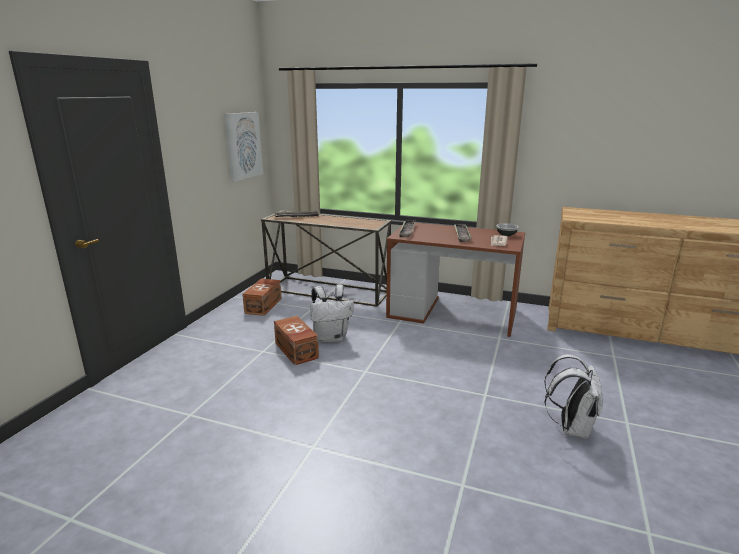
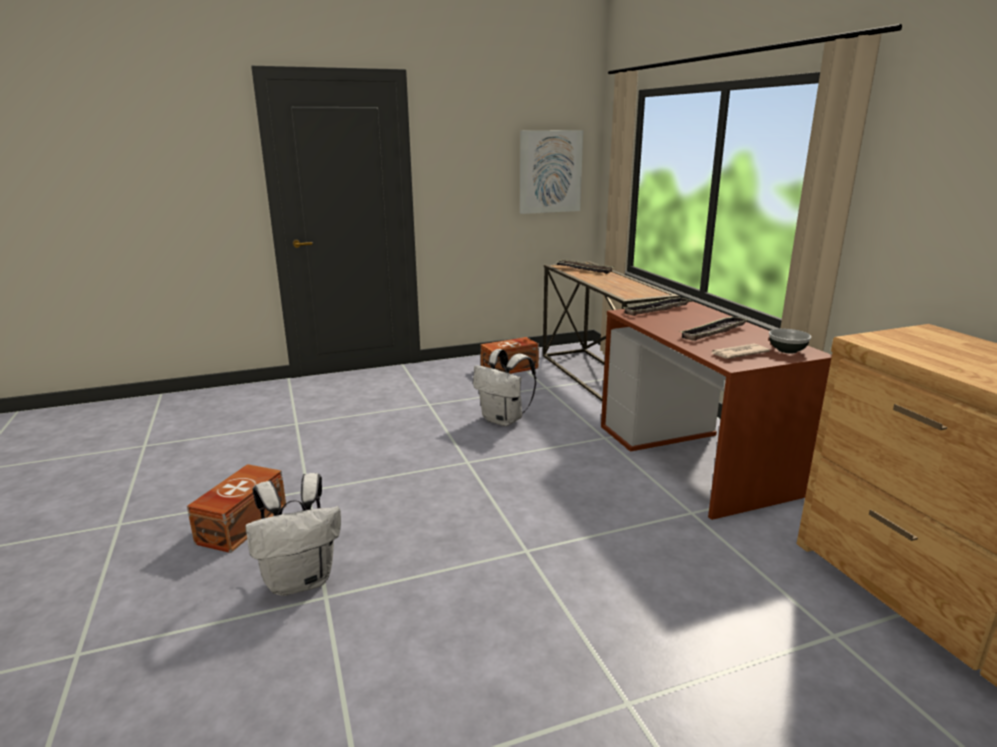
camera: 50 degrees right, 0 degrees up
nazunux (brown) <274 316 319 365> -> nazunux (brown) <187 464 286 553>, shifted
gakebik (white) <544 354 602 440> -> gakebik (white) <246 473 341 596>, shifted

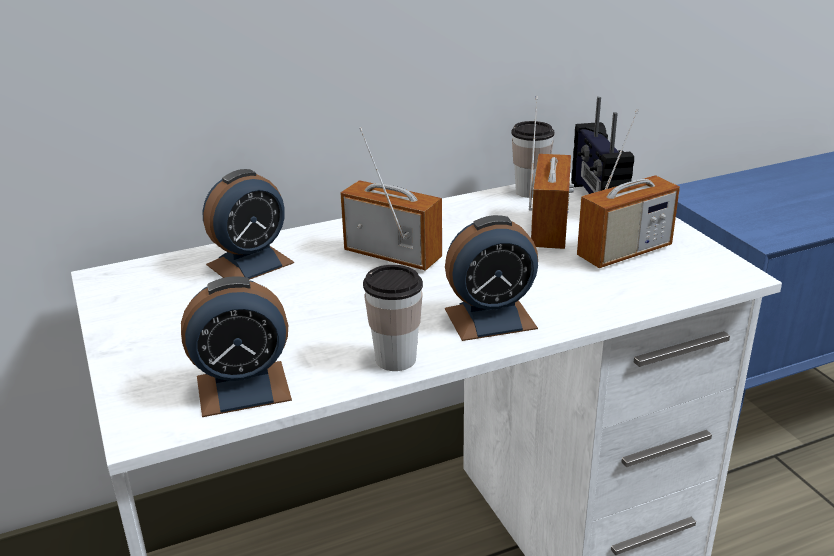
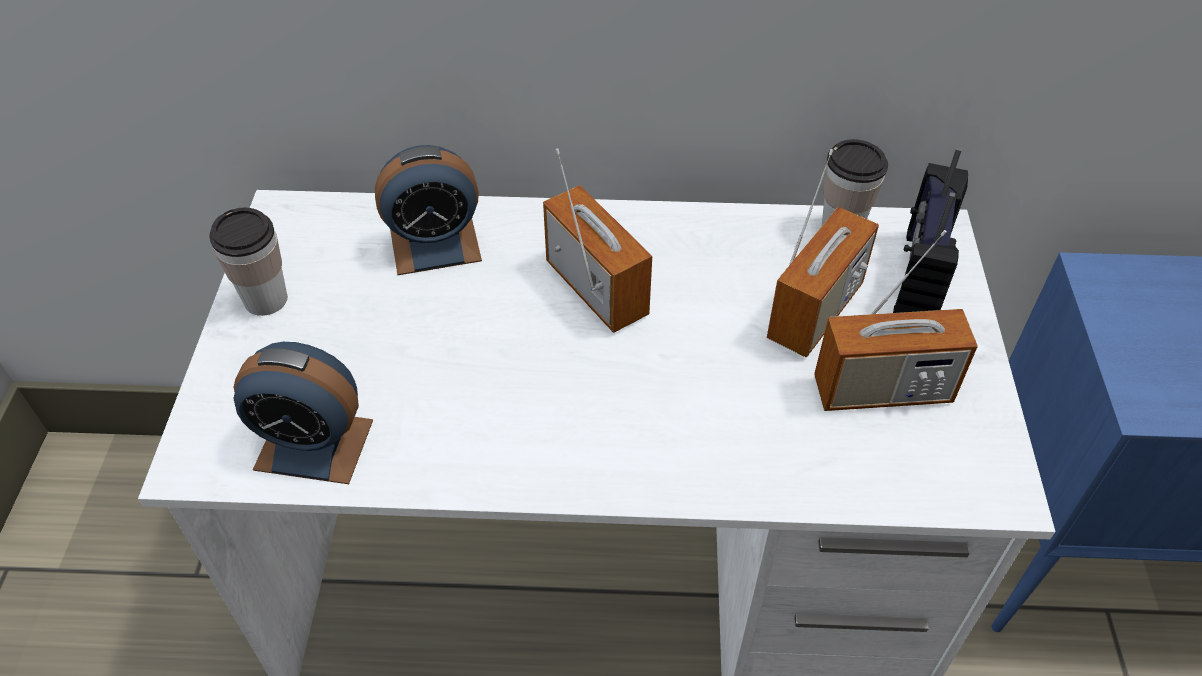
camera: 25 degrees right, 20 degrees up
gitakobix <445 215 538 341> -> none
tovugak <363 265 423 371> -> tovugak <209 208 287 316>, shifted

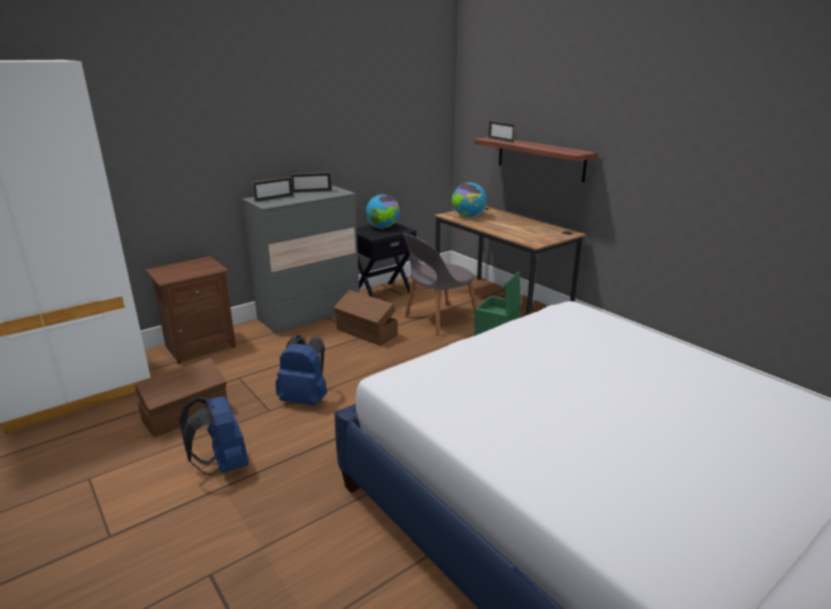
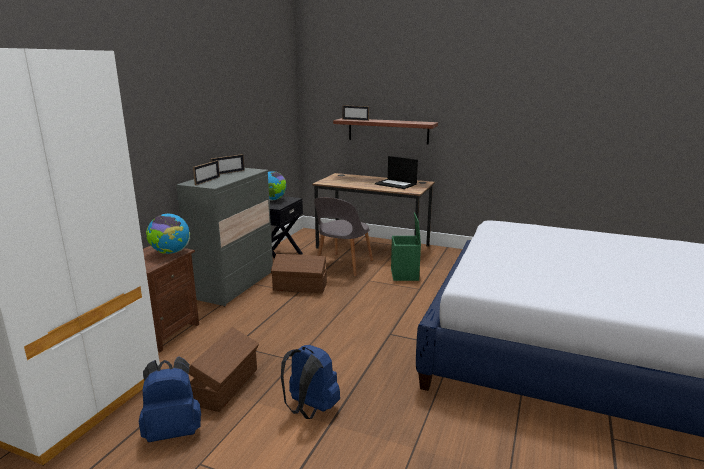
camera: 30 degrees left, 5 degrees down
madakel <452 182 487 217> -> madakel <146 214 190 254>, shifted
gakebik (blue) <276 335 327 406> -> gakebik (blue) <139 356 201 442>, shifted
none -> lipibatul <375 156 418 189>

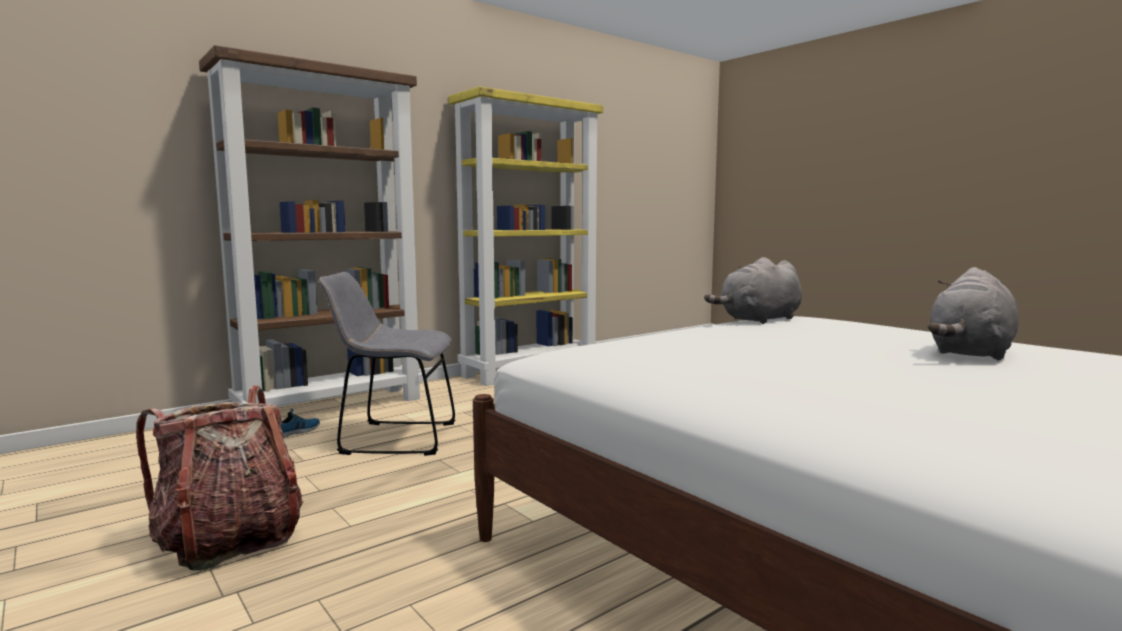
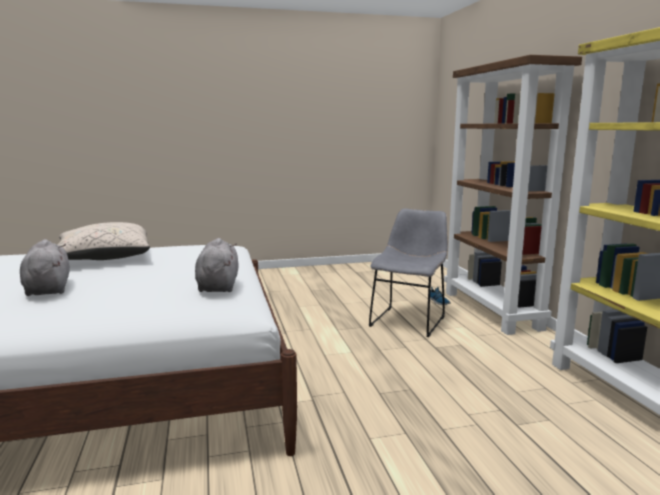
camera: 115 degrees right, 5 degrees up
gakebik <136 386 303 571> -> none
none -> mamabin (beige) <58 222 150 260>

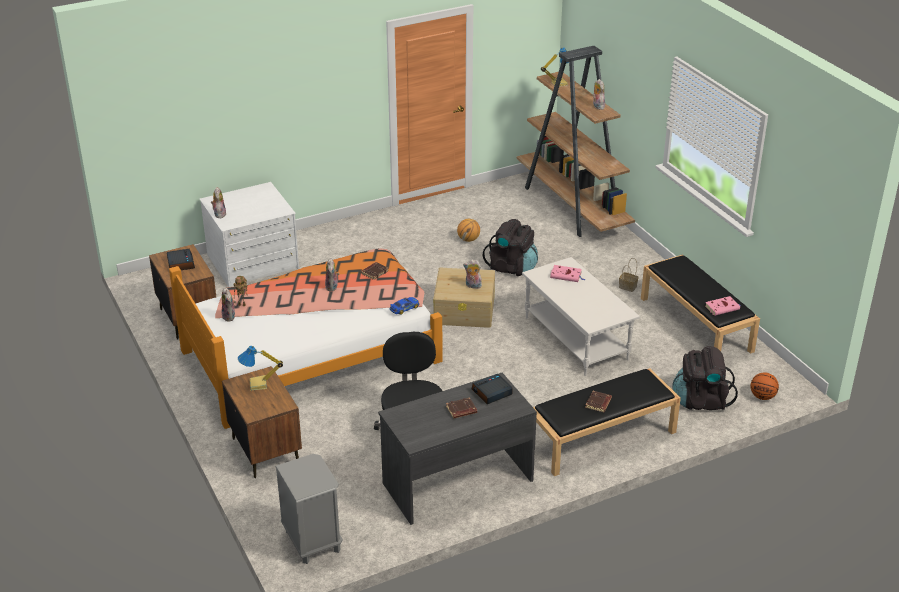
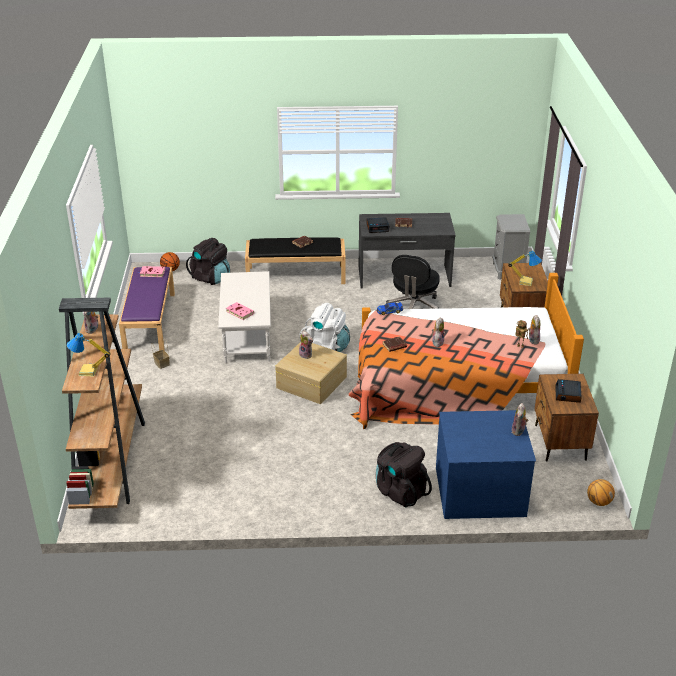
camera: 155 degrees left, 0 degrees up
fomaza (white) <199 182 299 287> -> fomaza (blue) <436 410 536 519>
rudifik <457 219 480 242> -> rudifik <587 479 615 506>, shifted
gakebik (black) <483 219 538 276> -> gakebik (black) <376 442 432 507>, shifted
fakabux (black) <641 254 760 354> -> fakabux (purple) <119 267 175 351>
none -> gakebik (white) <299 303 350 352>

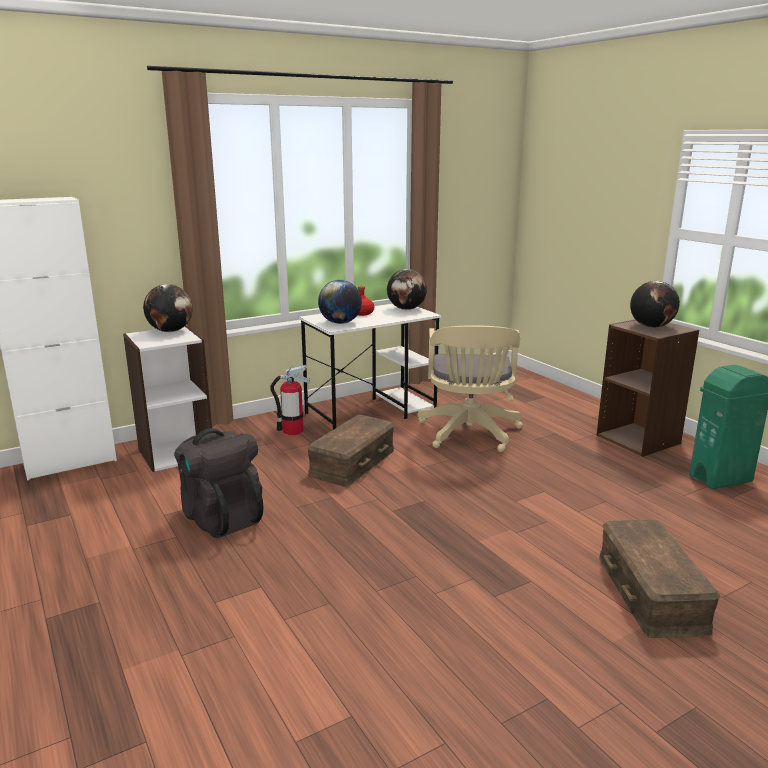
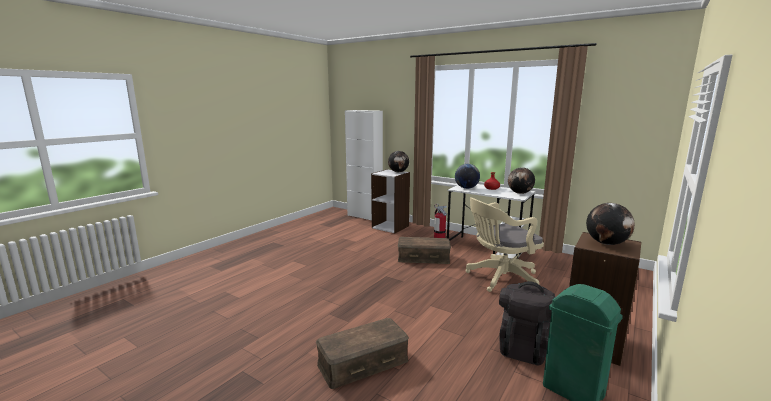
camera: 65 degrees right, 5 degrees down
gakebik (black) <174 428 263 538> -> gakebik (black) <499 281 556 365>, shifted

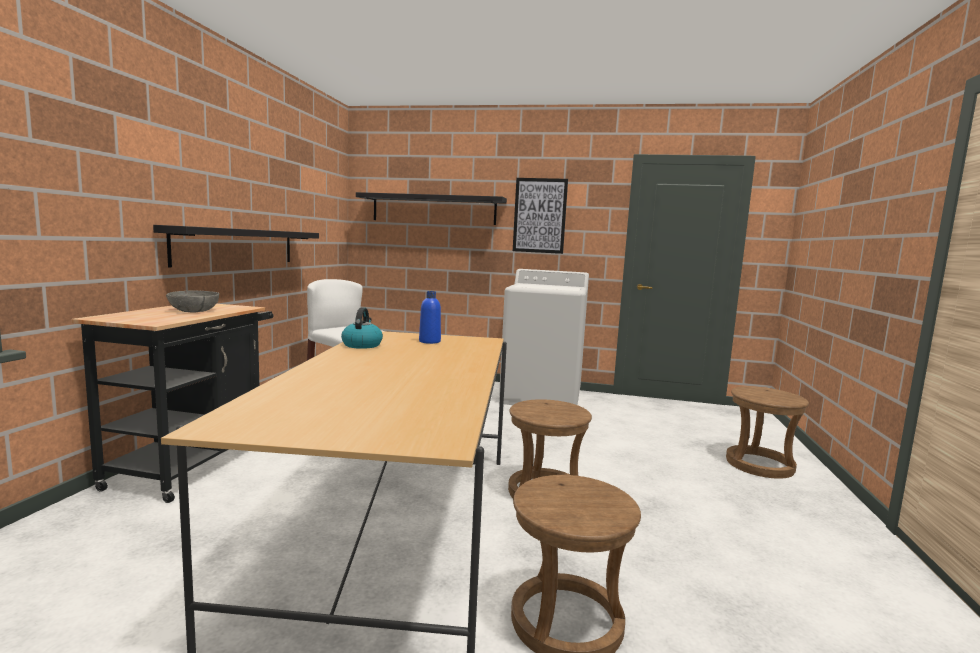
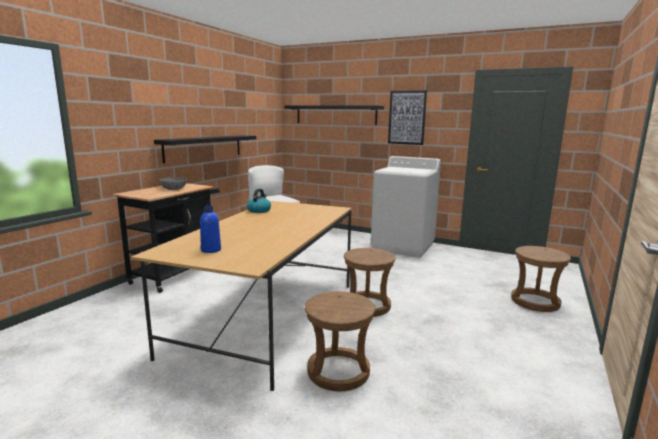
camera: 15 degrees right, 5 degrees up
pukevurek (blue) <419 291 441 344> -> pukevurek (blue) <200 205 221 253>, shifted

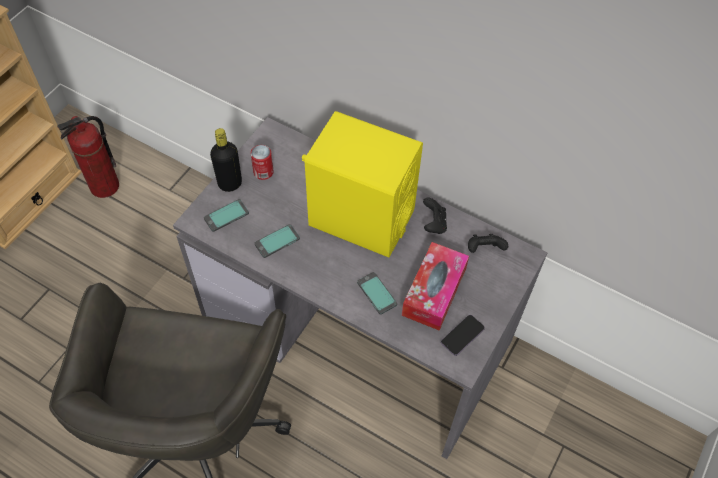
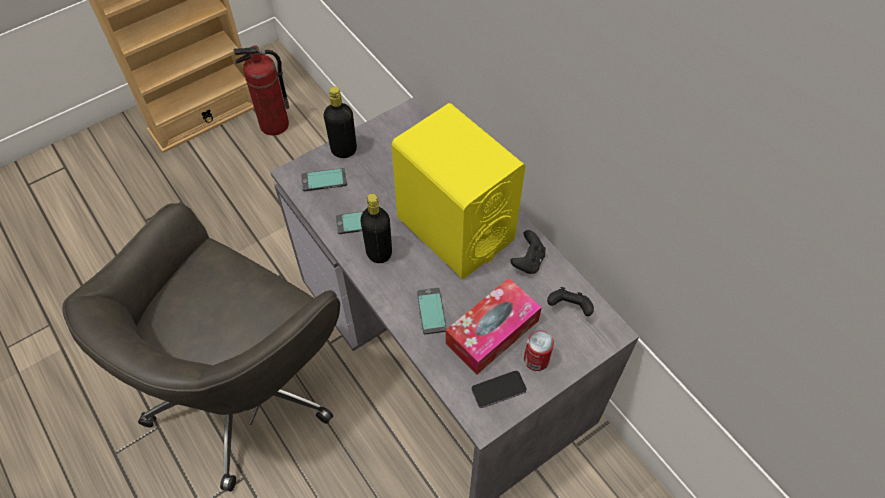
camera: 25 degrees right, 0 degrees up
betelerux <251 145 274 180> -> betelerux <524 331 554 371>, shifted
none -> pukevurek (black) <360 194 392 263>

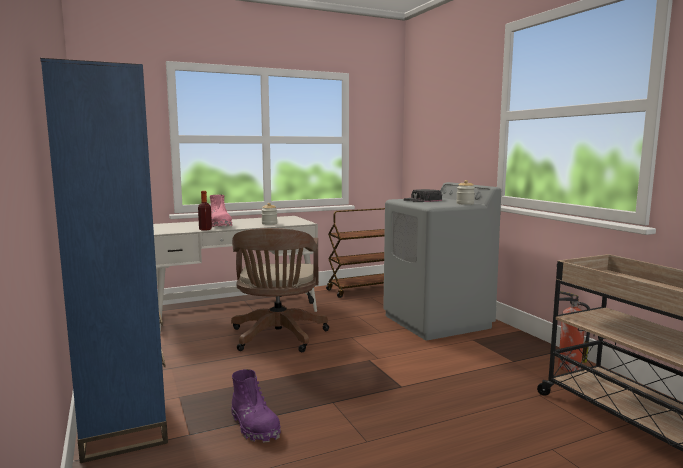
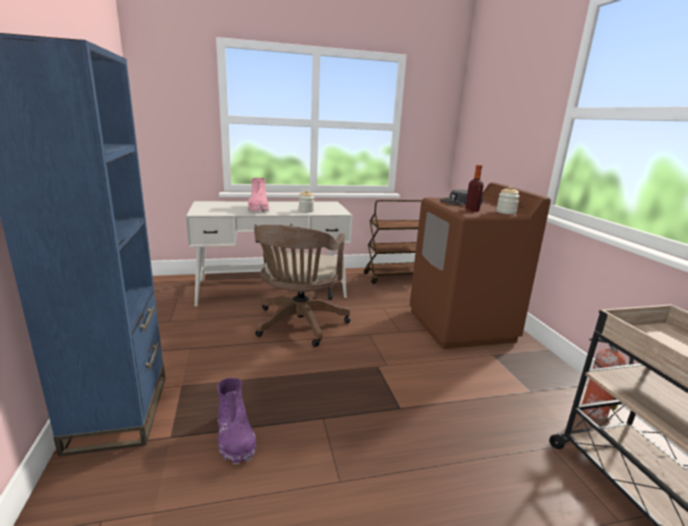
camera: 10 degrees right, 10 degrees up
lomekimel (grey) <383 182 501 340> -> lomekimel (brown) <410 183 551 349>
pukevurek <198 191 212 231> -> pukevurek <465 165 484 212>, shifted

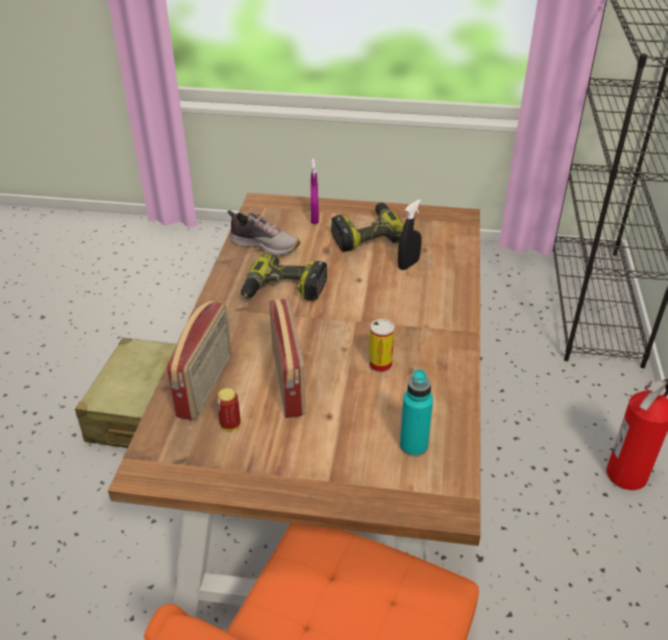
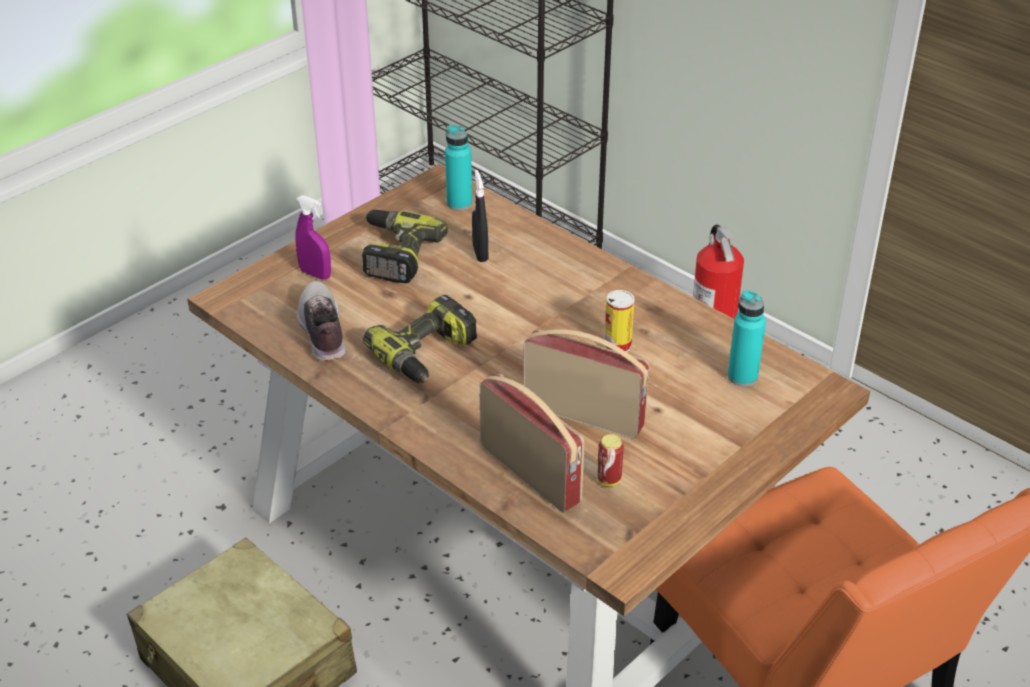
camera: 55 degrees left, 0 degrees up
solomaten <228 210 300 256> -> solomaten <297 281 346 361>, 75 degrees counterclockwise
none -> pukevurek (turquoise) <445 125 473 210>

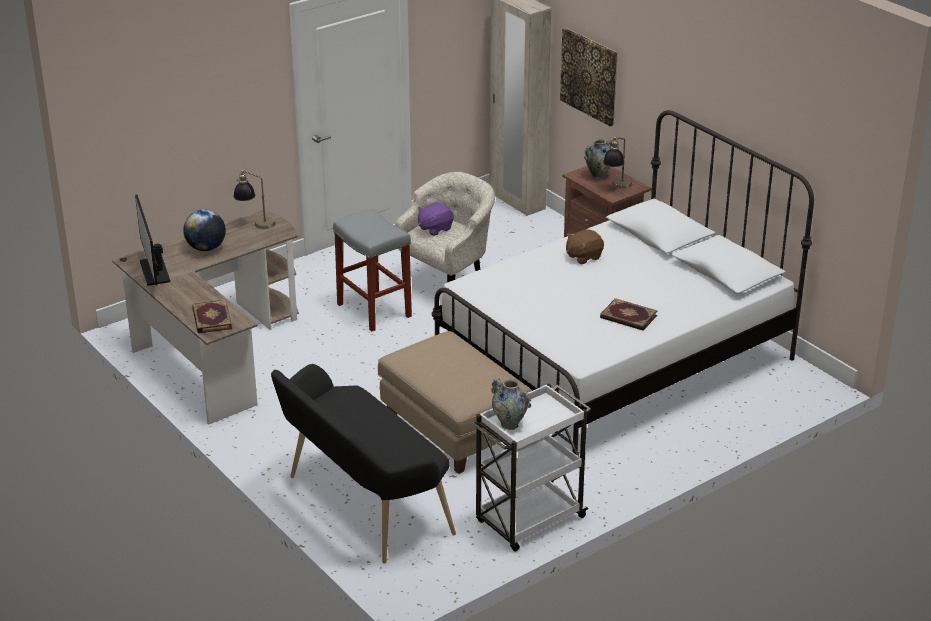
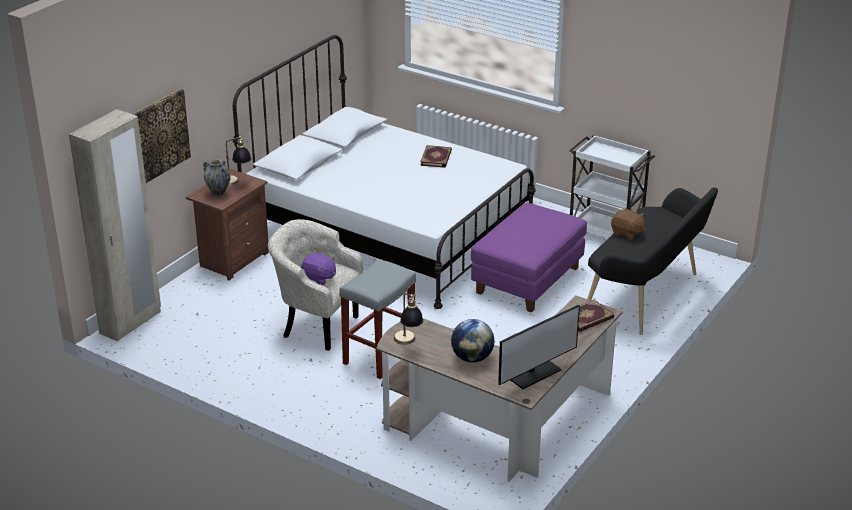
camera: 110 degrees left, 0 degrees up
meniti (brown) <566 229 604 264> -> meniti (brown) <611 209 645 240>, shifted
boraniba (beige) <378 331 532 474> -> boraniba (purple) <471 203 587 313>
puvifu <491 378 531 430> -> none

